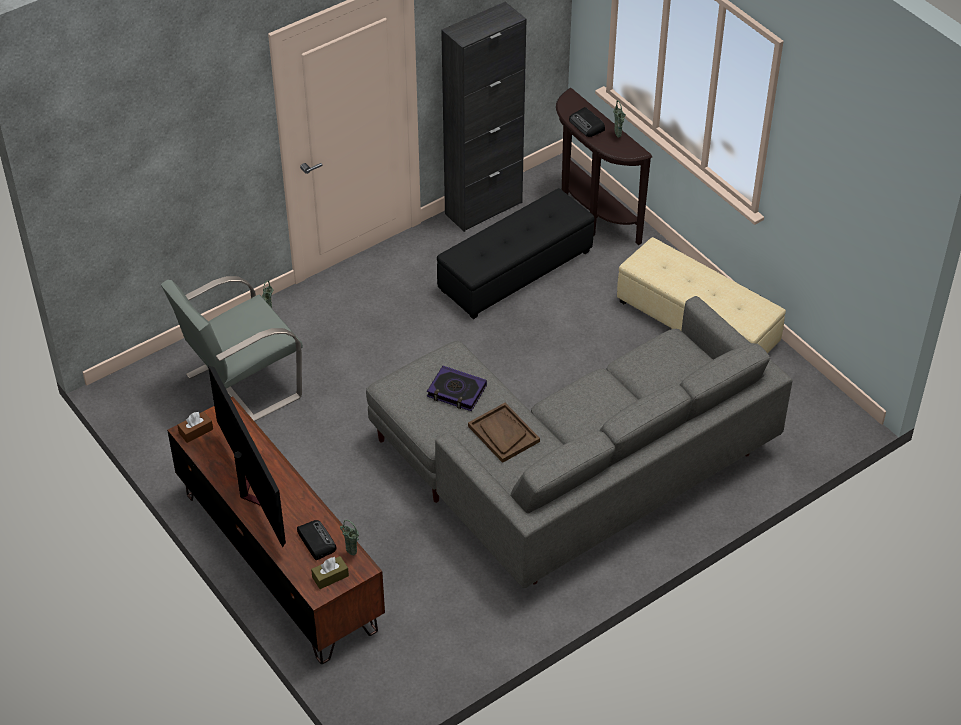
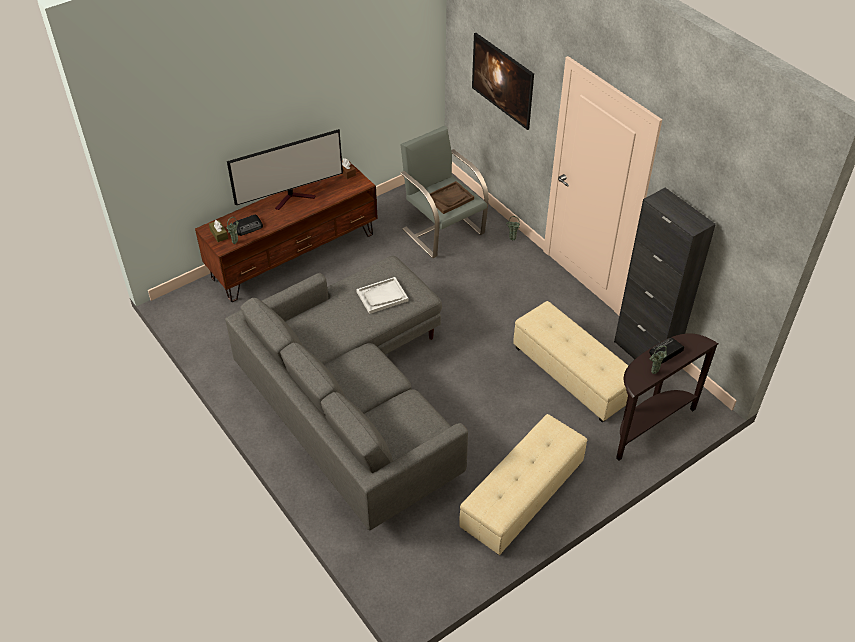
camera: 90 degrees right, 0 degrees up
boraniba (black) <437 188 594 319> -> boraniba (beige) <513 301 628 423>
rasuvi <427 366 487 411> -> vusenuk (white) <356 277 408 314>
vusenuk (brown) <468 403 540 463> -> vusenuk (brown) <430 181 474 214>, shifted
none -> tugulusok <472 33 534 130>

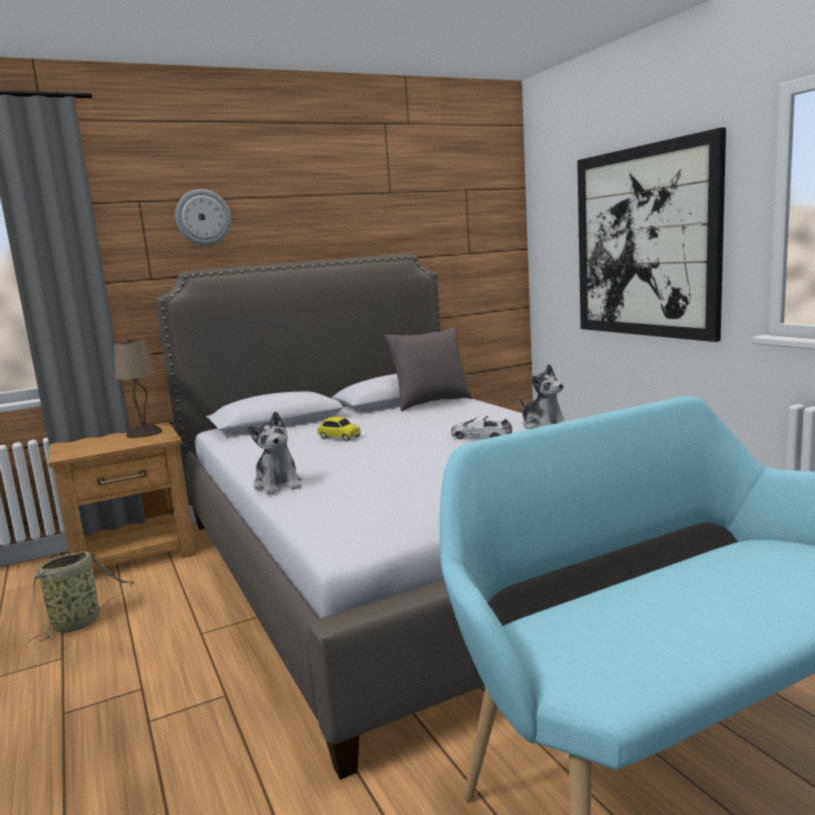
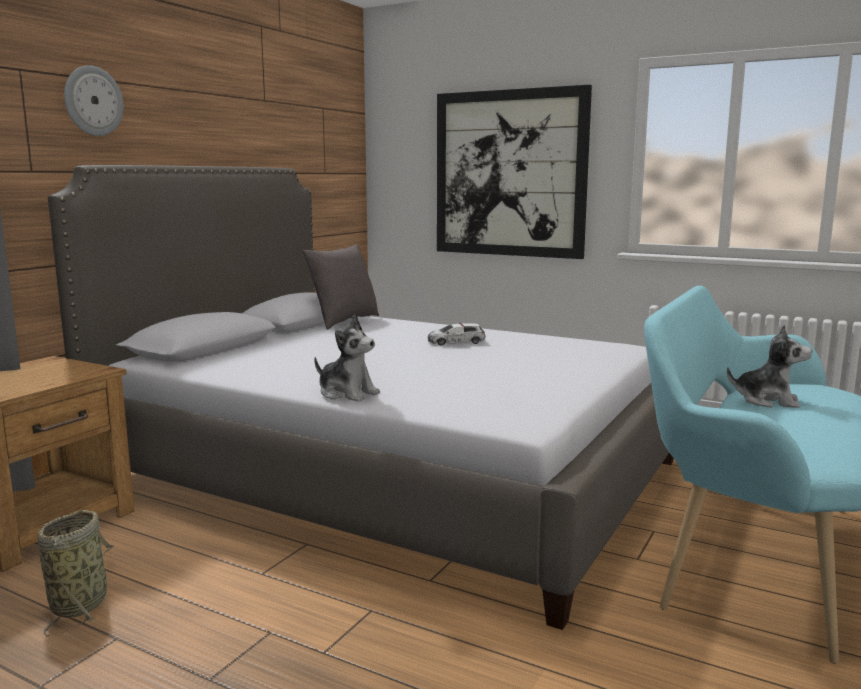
camera: 35 degrees left, 0 degrees up
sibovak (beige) <114 339 163 438> -> none
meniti <520 364 566 429> -> meniti <727 325 812 408>, shifted
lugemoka <317 417 361 441> -> none

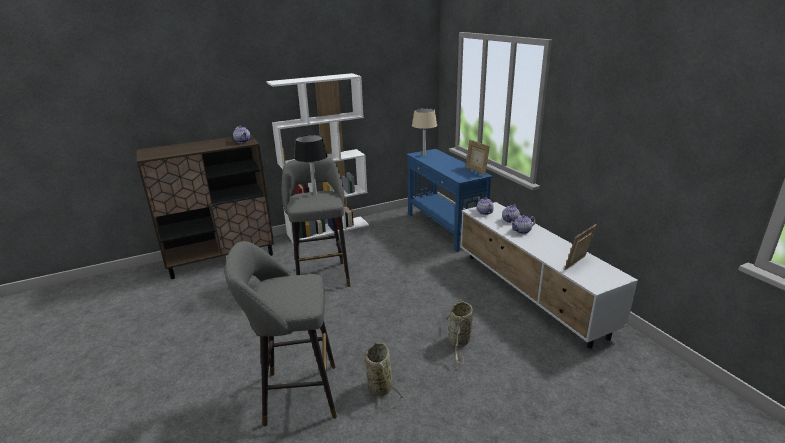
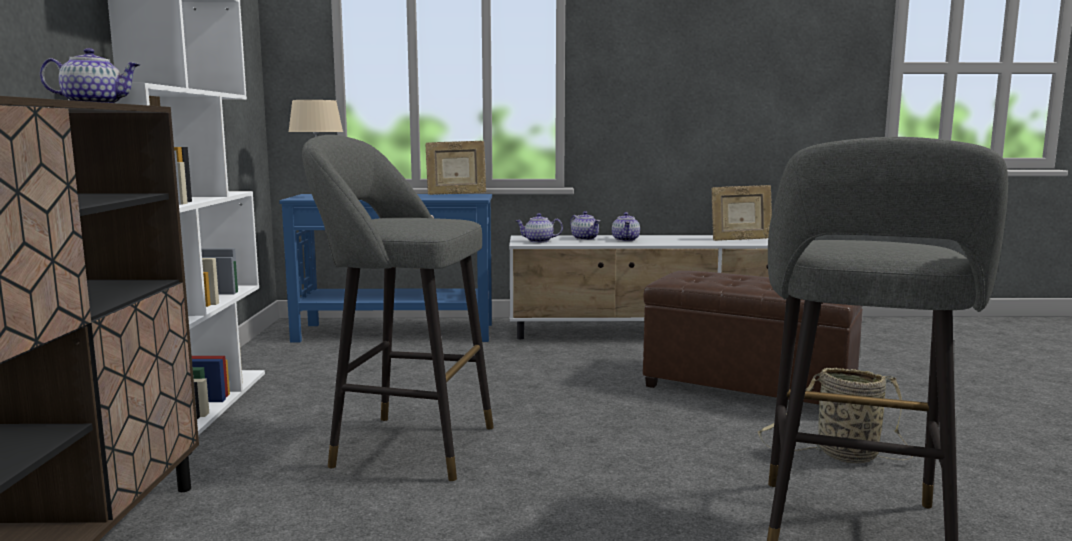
camera: 65 degrees left, 15 degrees down
sibovak (black) <294 135 327 195> -> none
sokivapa <564 224 597 270> -> sokivapa <711 185 772 241>, 75 degrees counterclockwise
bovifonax <445 299 474 364> -> boraniba (brown) <643 271 863 405>

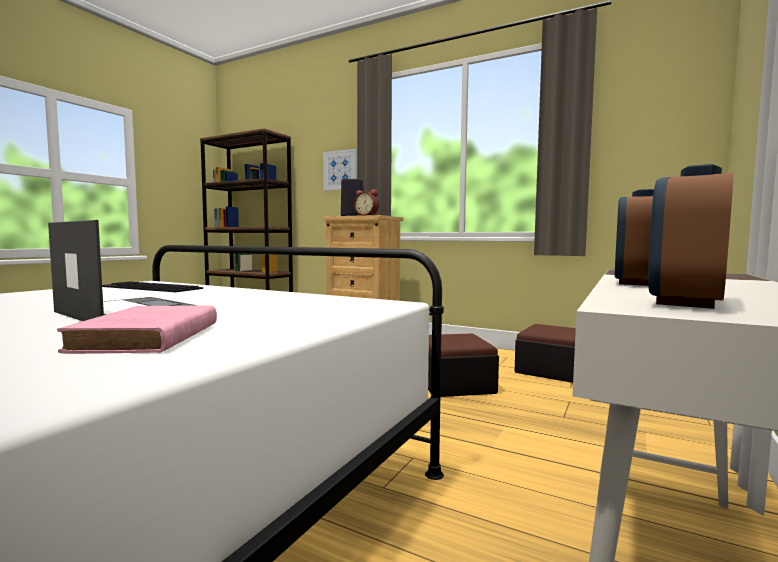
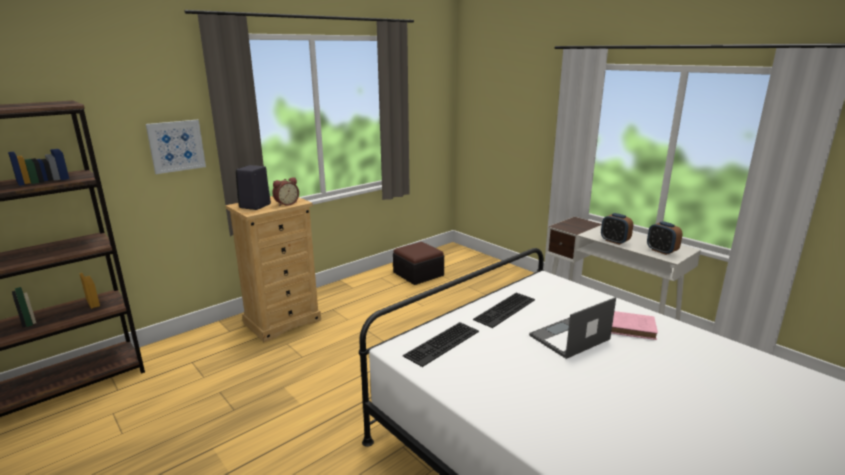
camera: 70 degrees left, 15 degrees up
boraniba <428 333 499 397> -> none
none -> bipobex <473 293 535 328>

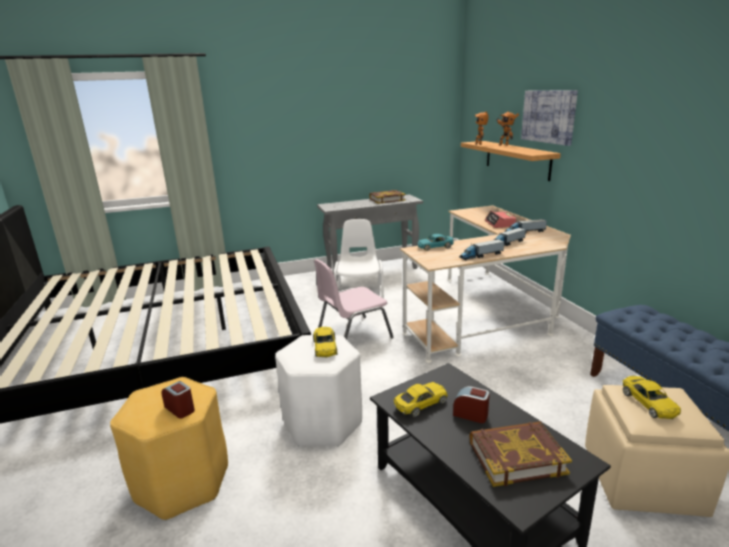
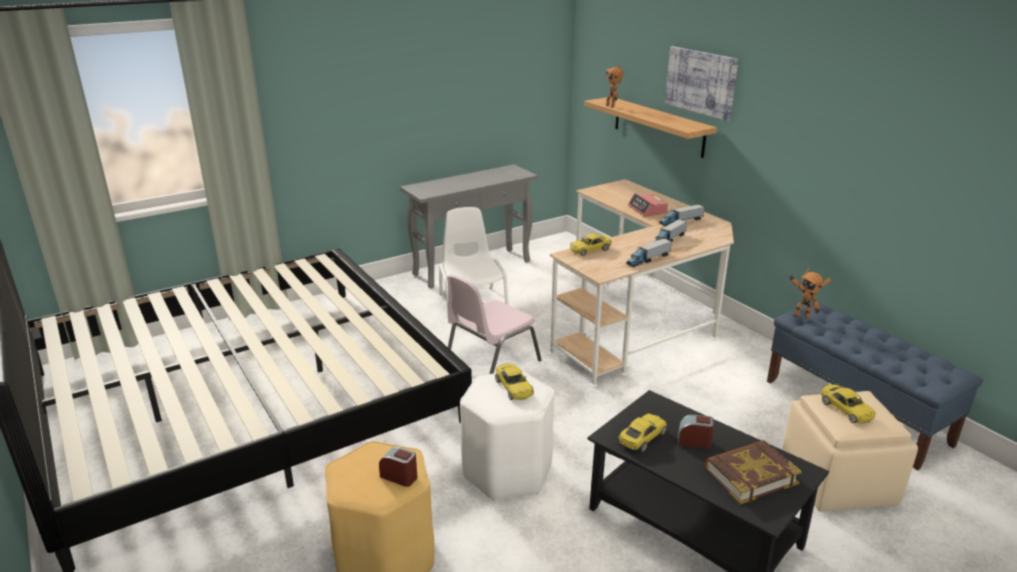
camera: 15 degrees left, 5 degrees up
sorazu <496 111 519 146> -> sorazu <790 267 831 319>, shifted
rasuvi <369 190 406 204> -> none
lugemoka (turquoise) <418 234 454 251> -> lugemoka (yellow) <570 233 612 256>

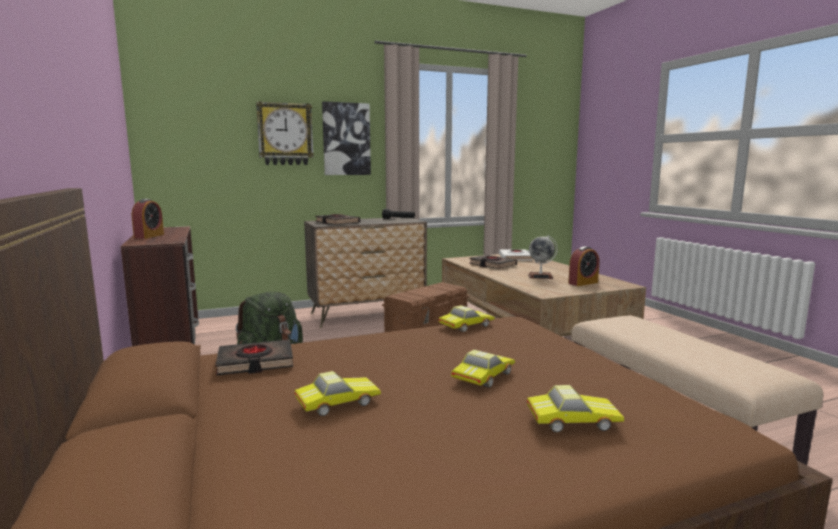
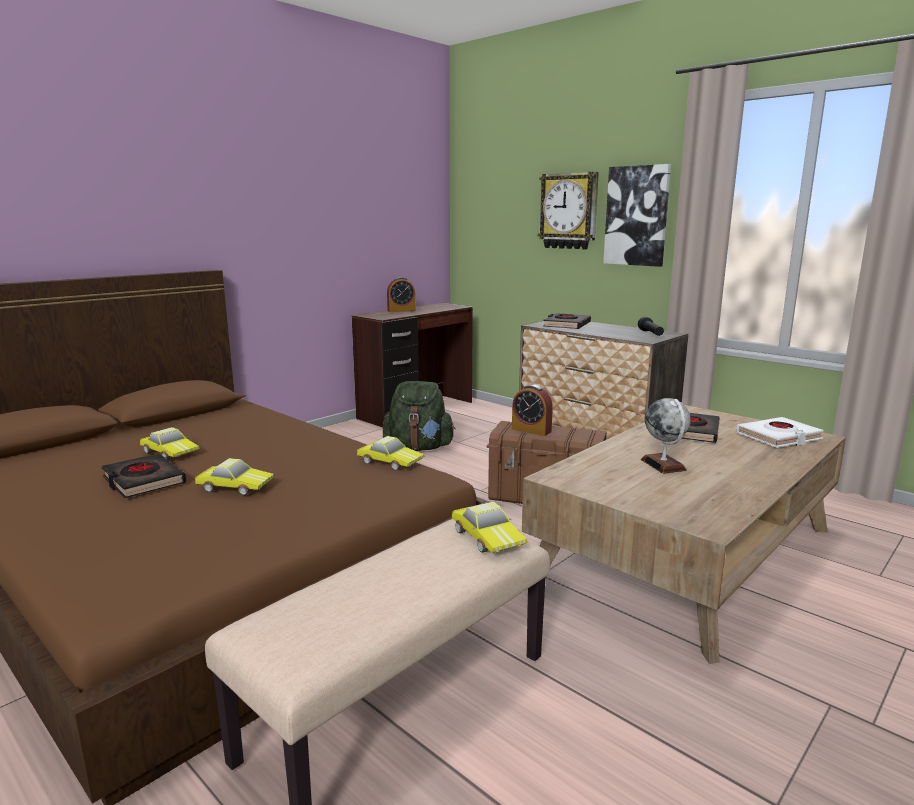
camera: 65 degrees right, 5 degrees up
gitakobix <568 246 599 286> -> gitakobix <512 385 553 436>, shifted
rasuvi (black) <216 339 293 376> -> rasuvi (black) <101 454 186 498>, shifted
lugemoka <527 385 624 432> -> lugemoka <452 501 528 553>, shifted

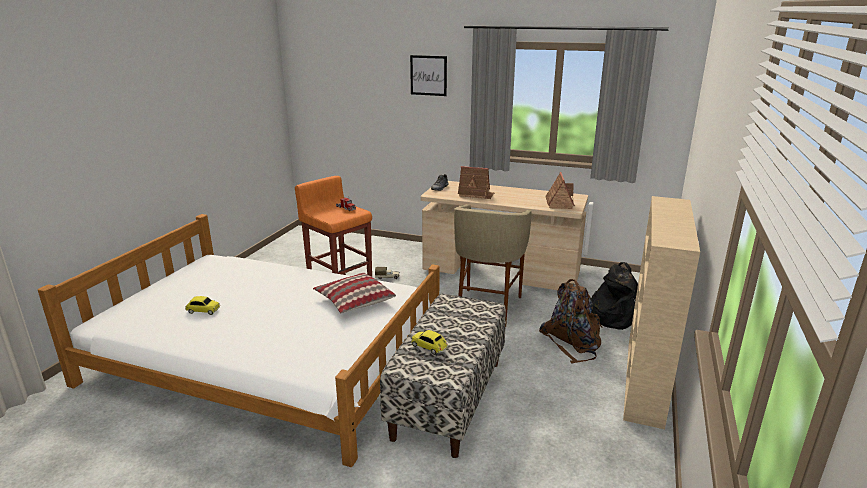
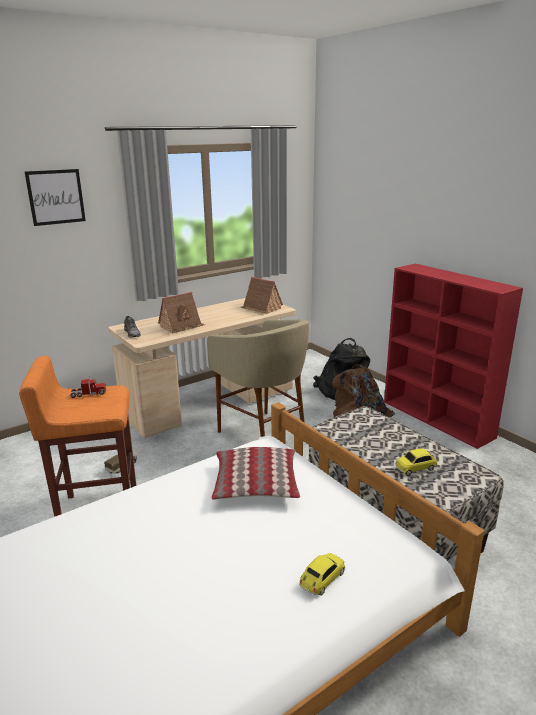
camera: 55 degrees left, 0 degrees up
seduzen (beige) <623 196 700 429> -> seduzen (red) <384 264 523 449>
lugemoka <185 296 220 315> -> lugemoka <299 553 345 596>, shifted

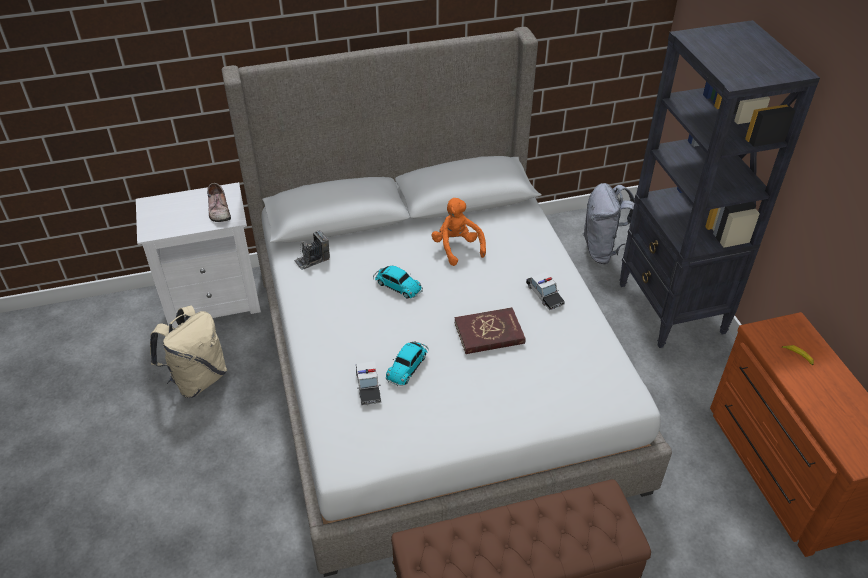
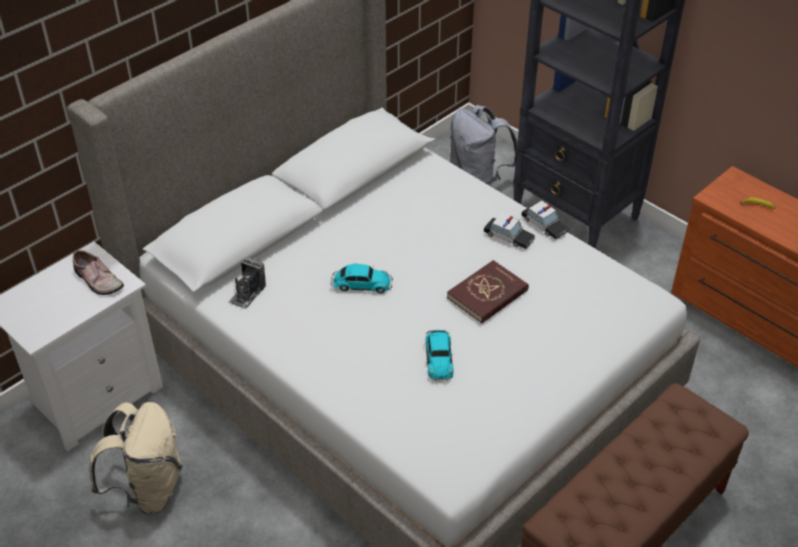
camera: 30 degrees left, 0 degrees up
meniti (orange) <431 198 486 266> -> none
lugemoka <356 361 381 405> -> lugemoka <521 201 569 240>, shifted

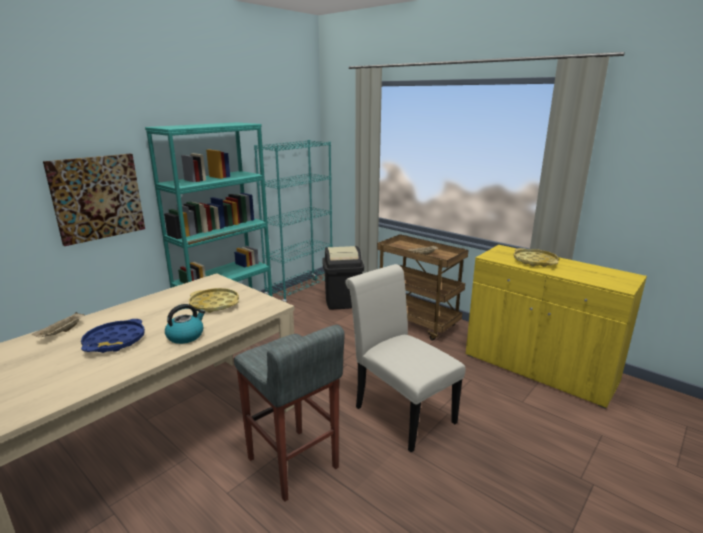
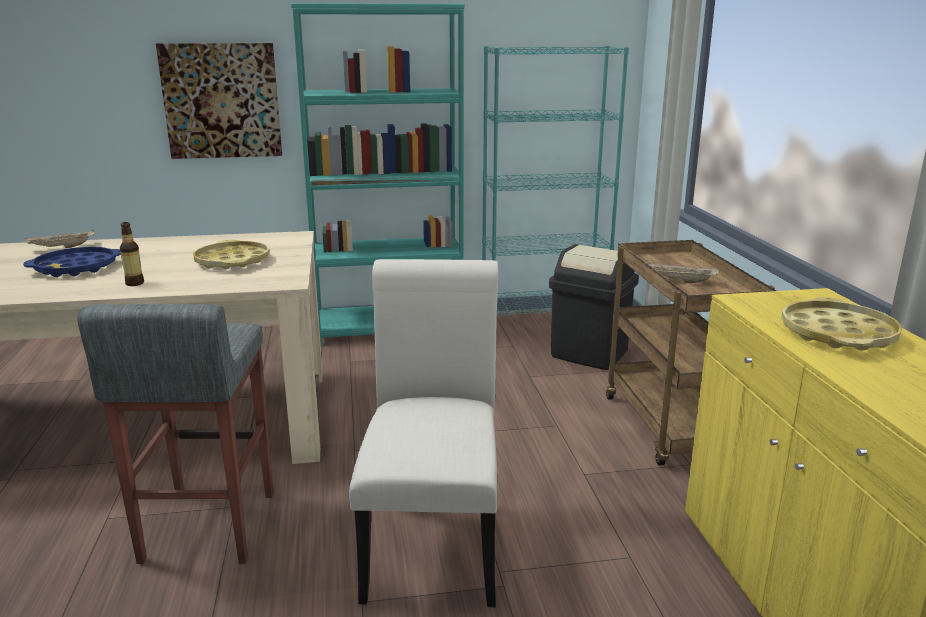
camera: 40 degrees right, 0 degrees up
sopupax <165 304 205 344> -> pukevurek <120 222 144 286>

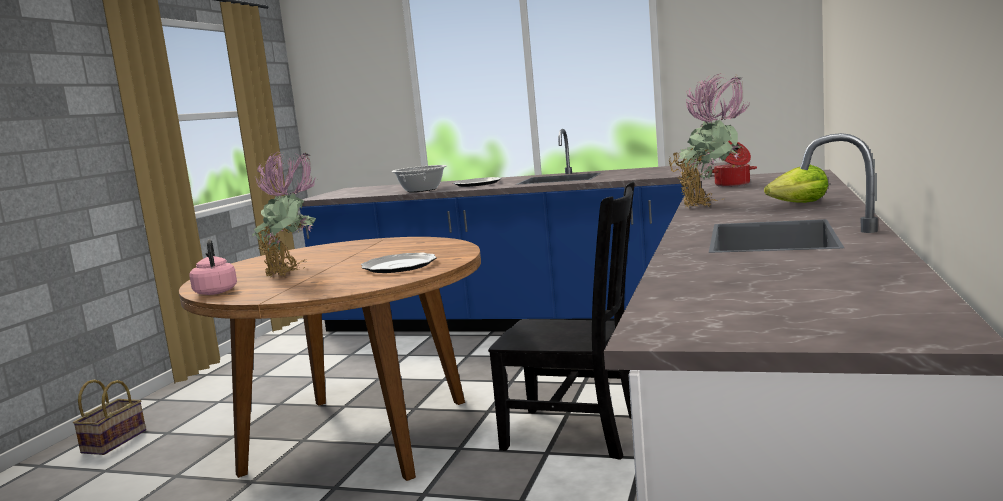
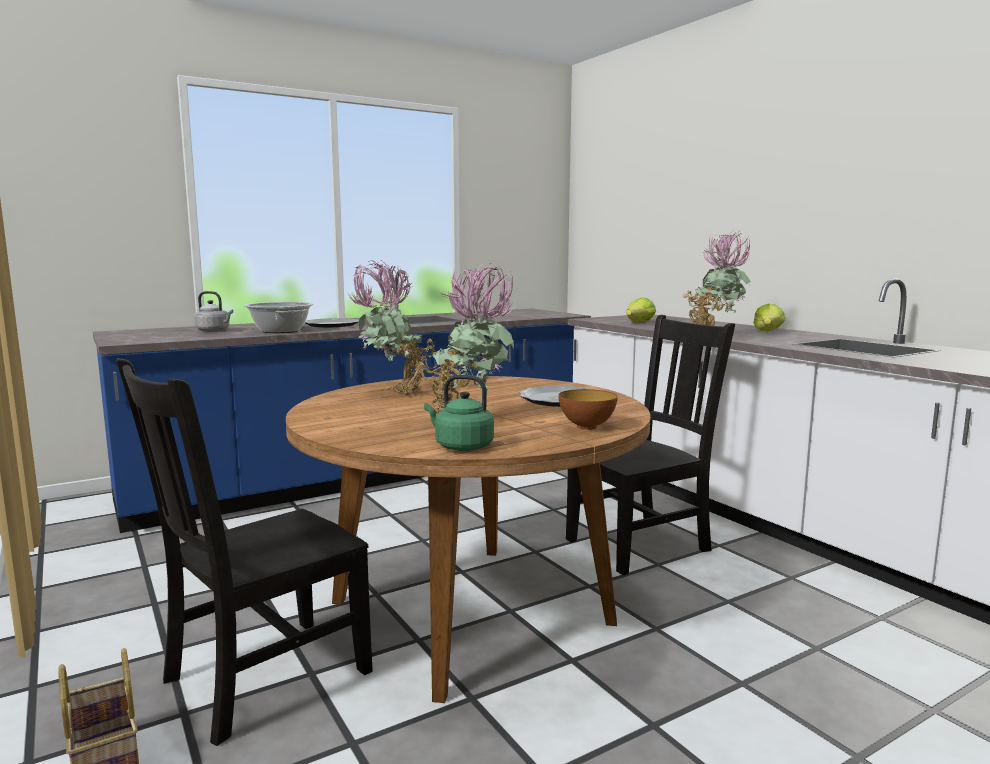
camera: 50 degrees left, 0 degrees up
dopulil <708 140 757 187> -> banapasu <626 298 656 322>
sopupax (pink) <189 239 237 295> -> sopupax (green) <424 375 494 451>
none -> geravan <347 260 435 396>
none -> sopupax (grey) <194 291 233 332>
none -> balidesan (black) <116 358 373 746>
none -> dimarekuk <558 389 618 430>

